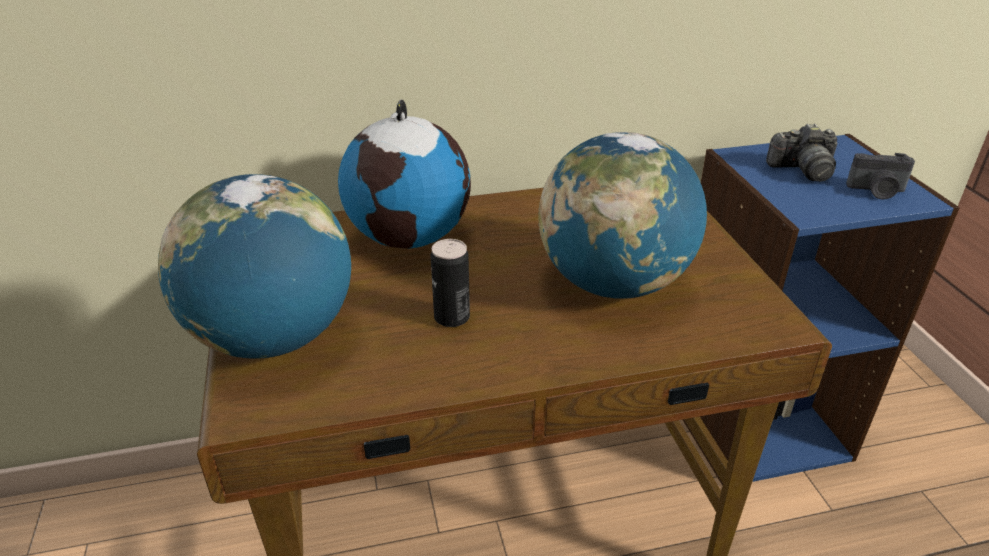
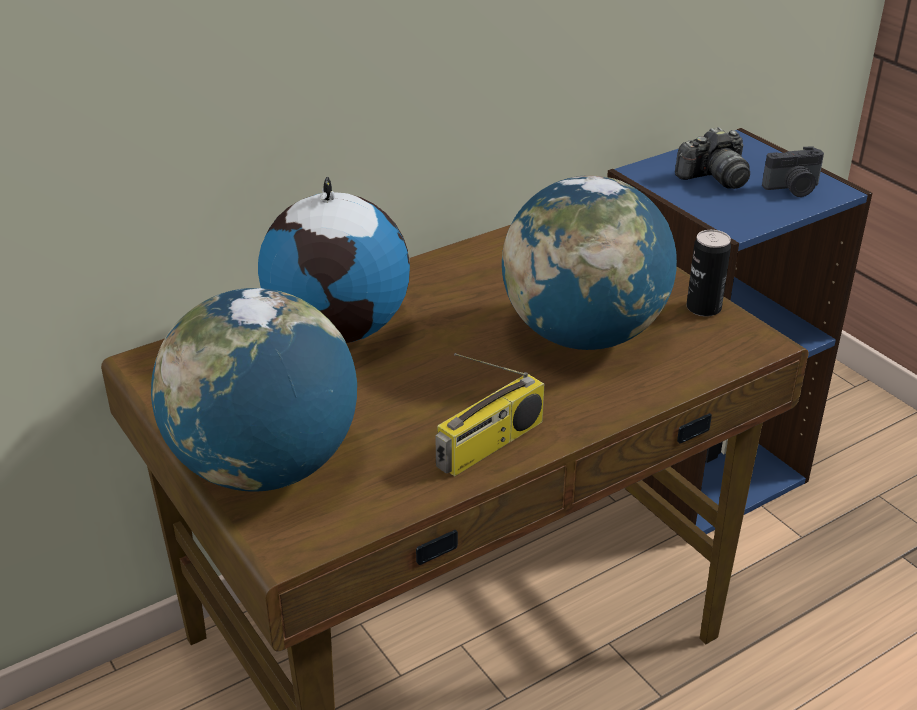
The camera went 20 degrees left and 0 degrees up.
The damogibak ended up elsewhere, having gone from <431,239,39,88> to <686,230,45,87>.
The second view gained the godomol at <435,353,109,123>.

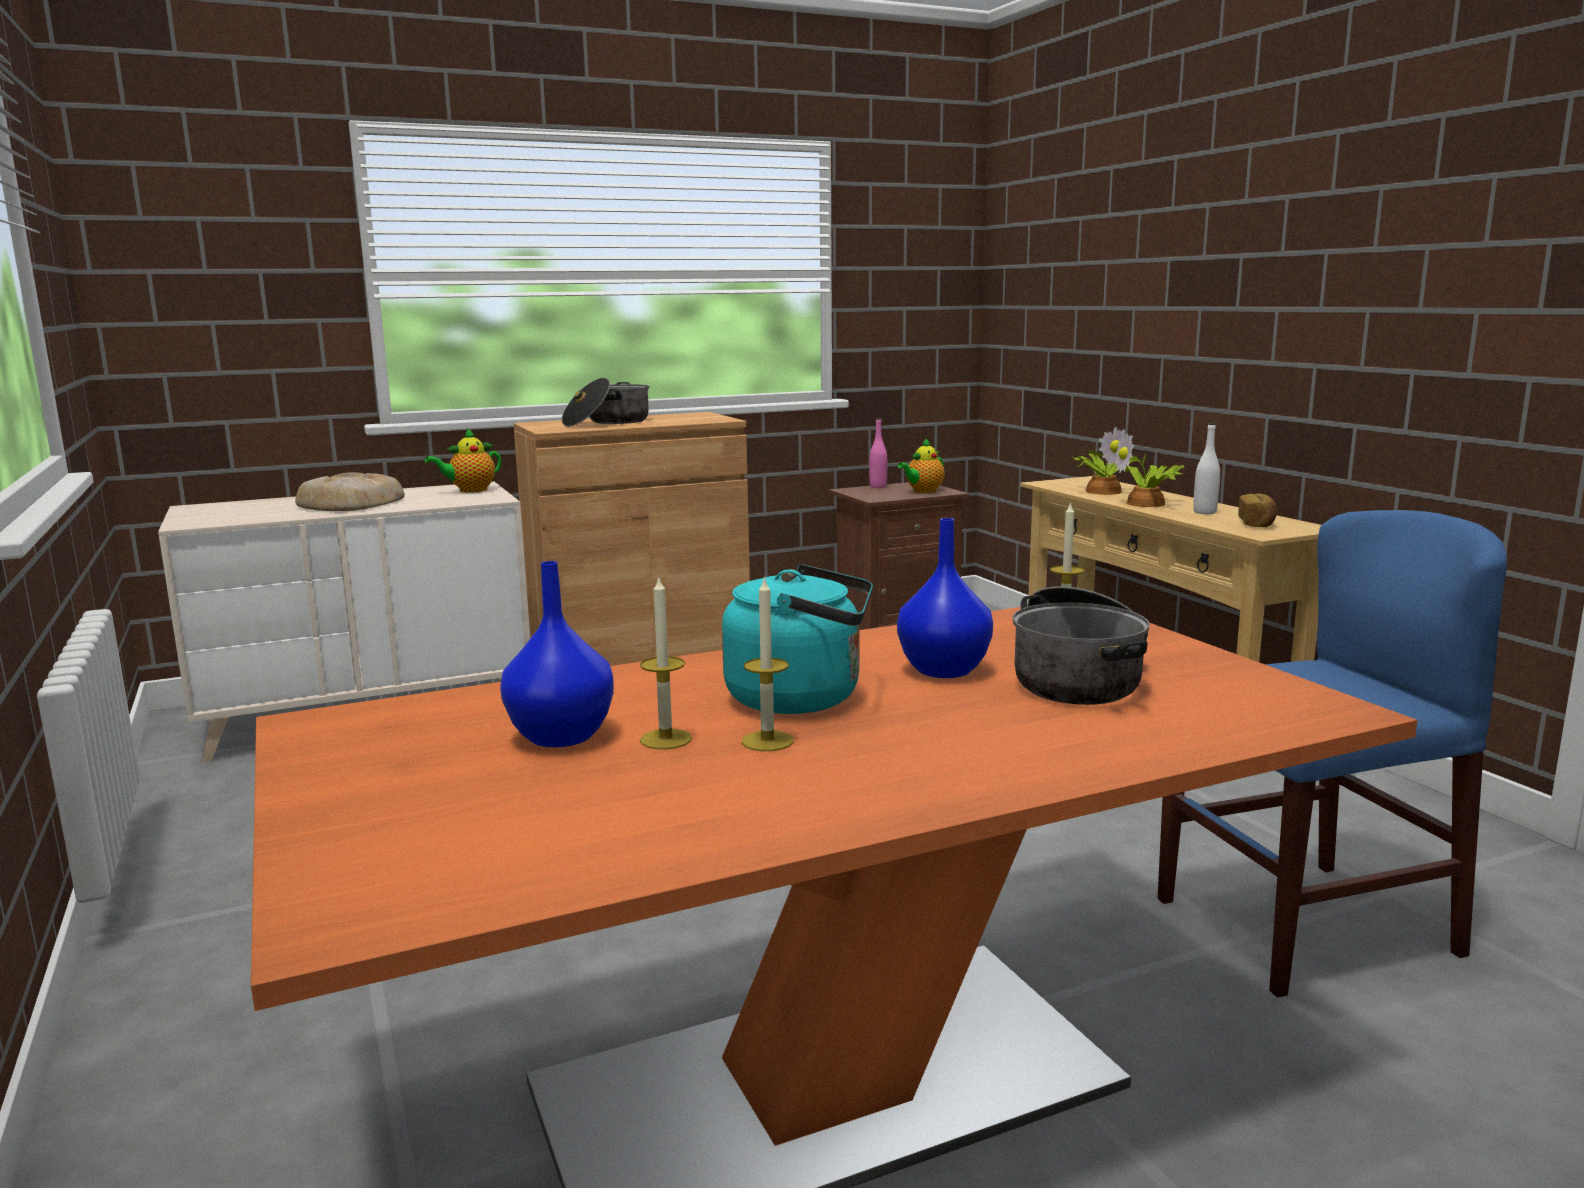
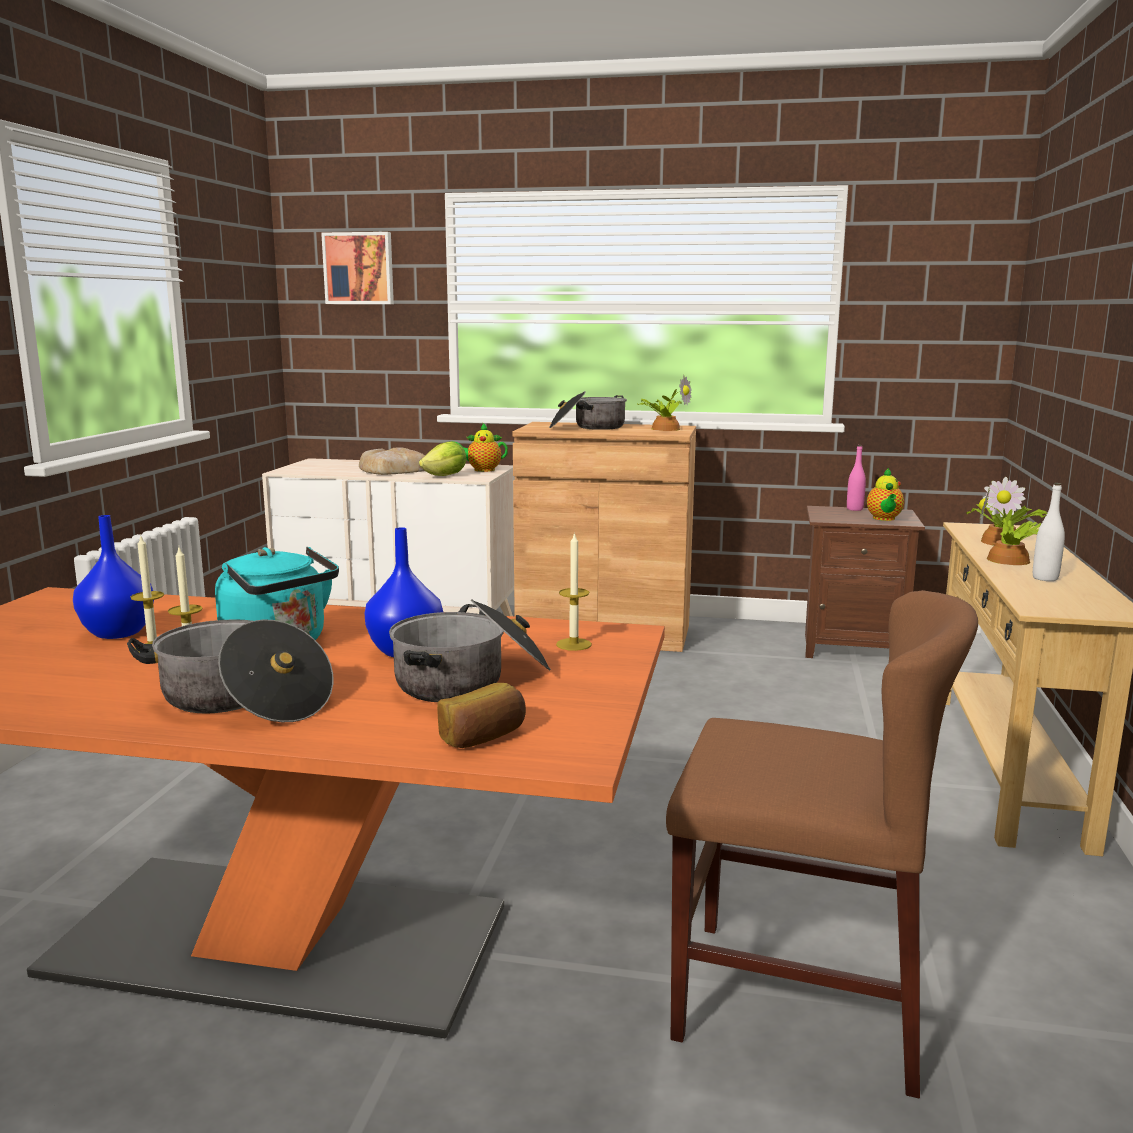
The camera went 35 degrees right and 0 degrees up.
The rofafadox at <898,438,47,55> ended up facing another way, 75 degrees counterclockwise from before.
The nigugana ended up elsewhere, having gone from <1238,494,39,33> to <437,683,89,65>.
What was the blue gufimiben at <1158,510,349,488> turned into the brown gufimiben at <666,590,312,508>.
The second view gained the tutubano at <321,232,73,72>.
The second view gained the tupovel at <637,375,55,56>.
The second view gained the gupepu at <419,441,48,35>.
The second view gained the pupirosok at <127,619,206,103>.

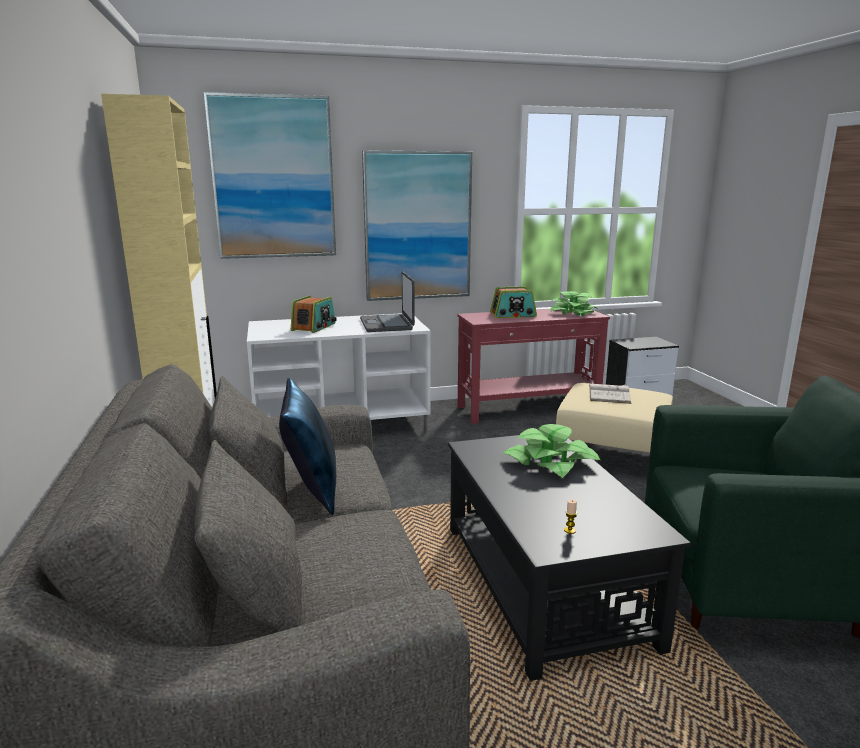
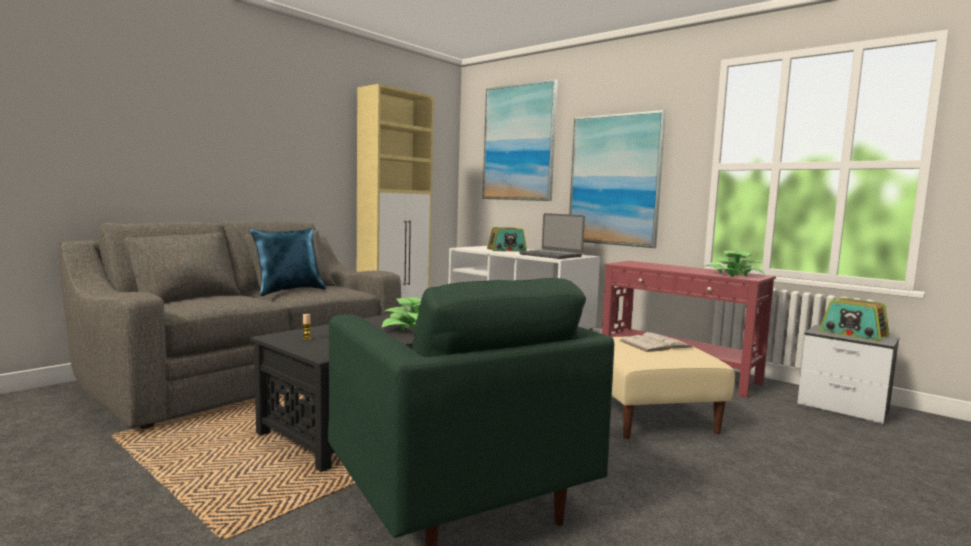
The camera went 55 degrees right and 10 degrees down.
The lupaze at <360,271,55,61> ended up facing another way, 90 degrees counterclockwise from before.
The godomol ended up elsewhere, having gone from <490,287,47,31> to <820,298,69,43>.

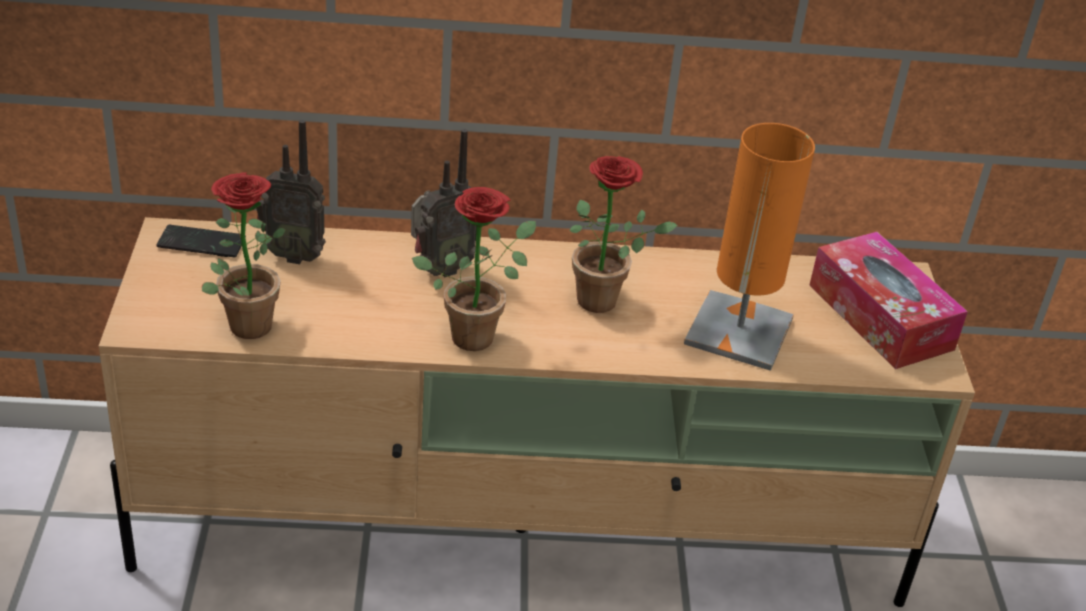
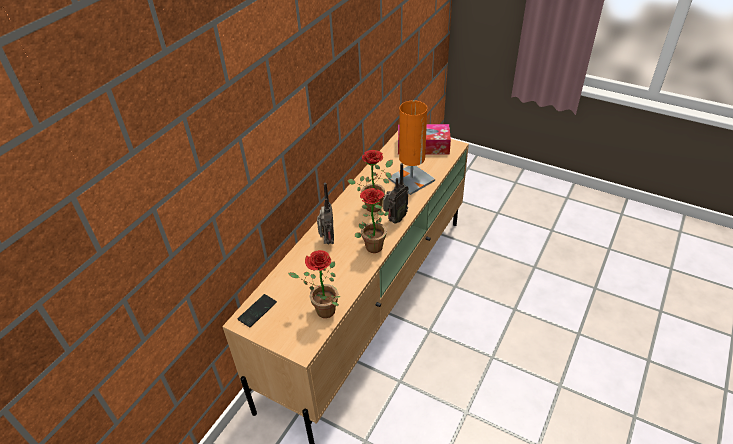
The camera went 55 degrees left and 5 degrees up.
The godomol ended up elsewhere, having gone from <256,120,70,144> to <383,163,25,61>.

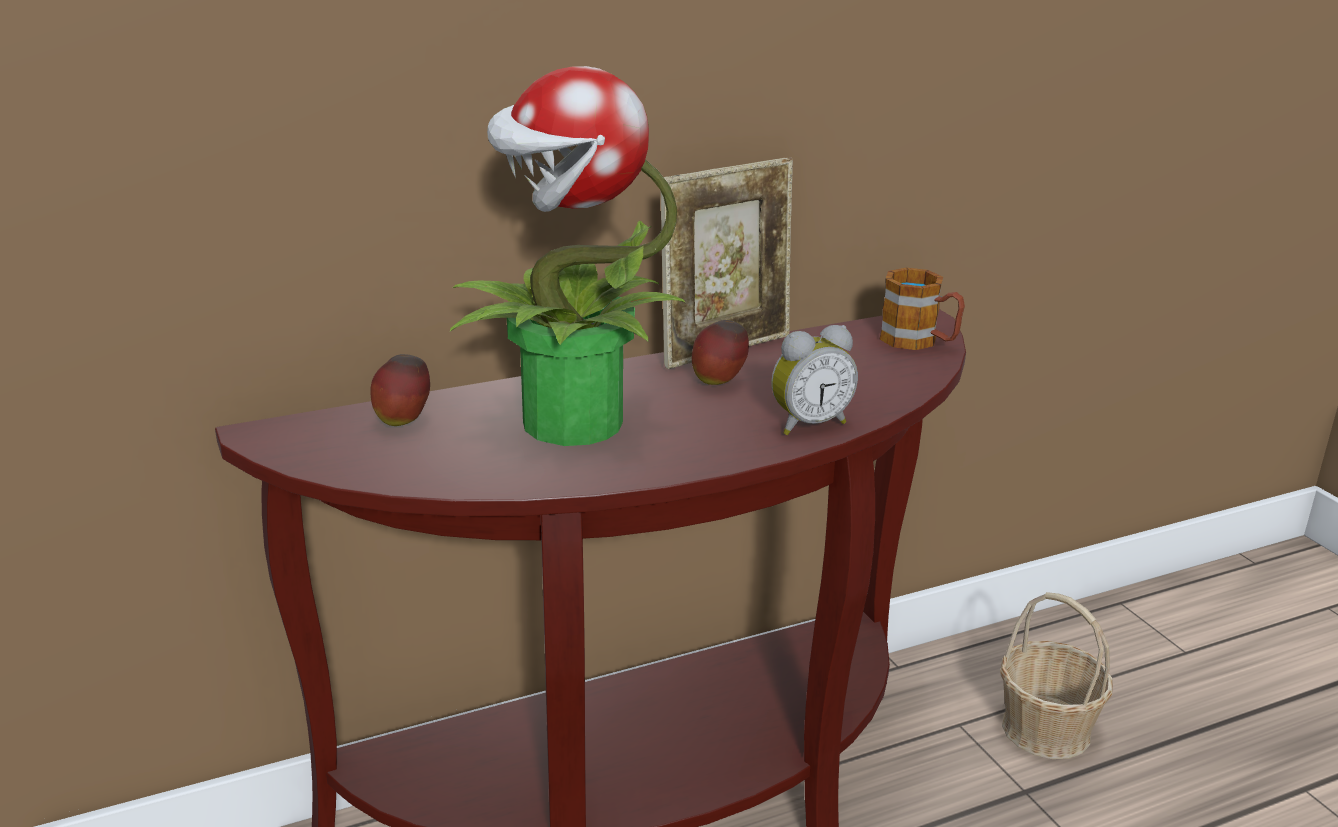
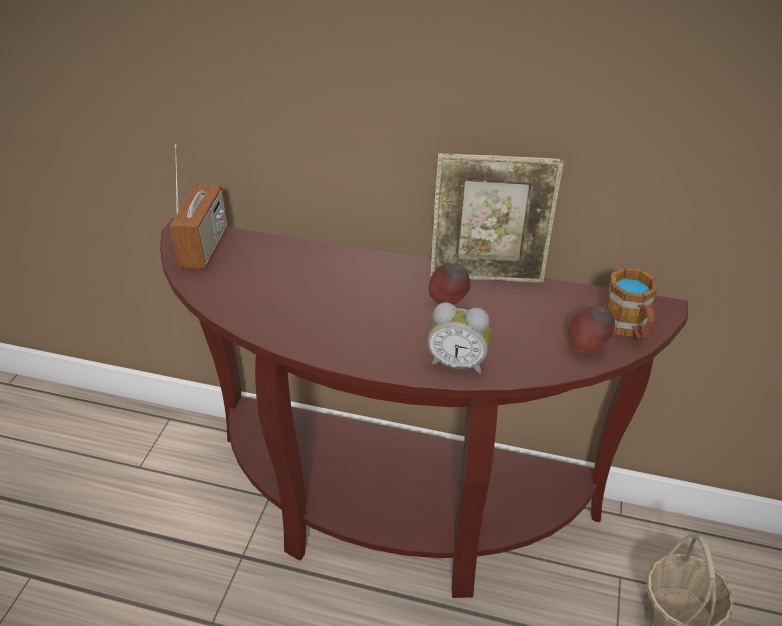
The camera went 40 degrees right and 15 degrees up.
The second view lost the tupovel at <450,66,236,380>.
The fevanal ended up elsewhere, having gone from <370,354,60,72> to <568,306,47,47>.
The second view gained the godomol at <170,144,58,125>.

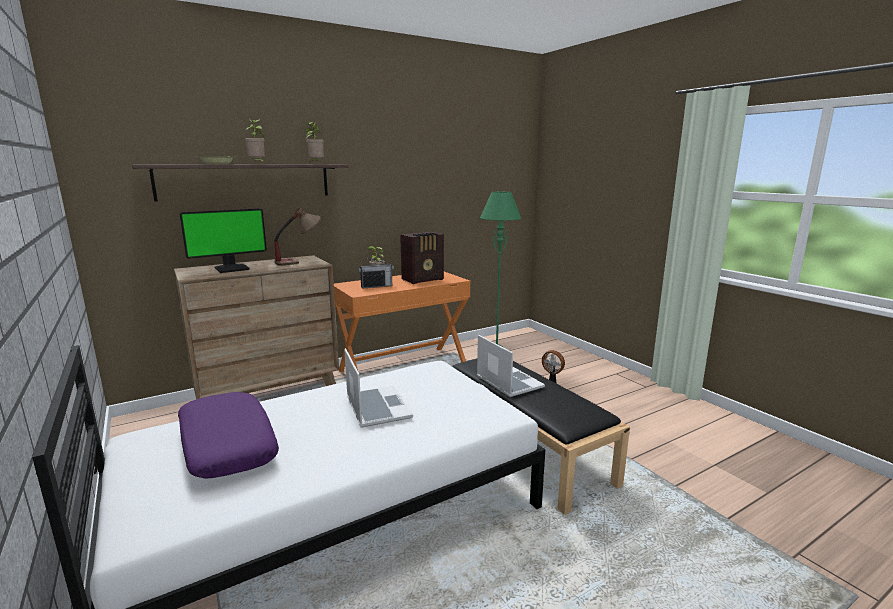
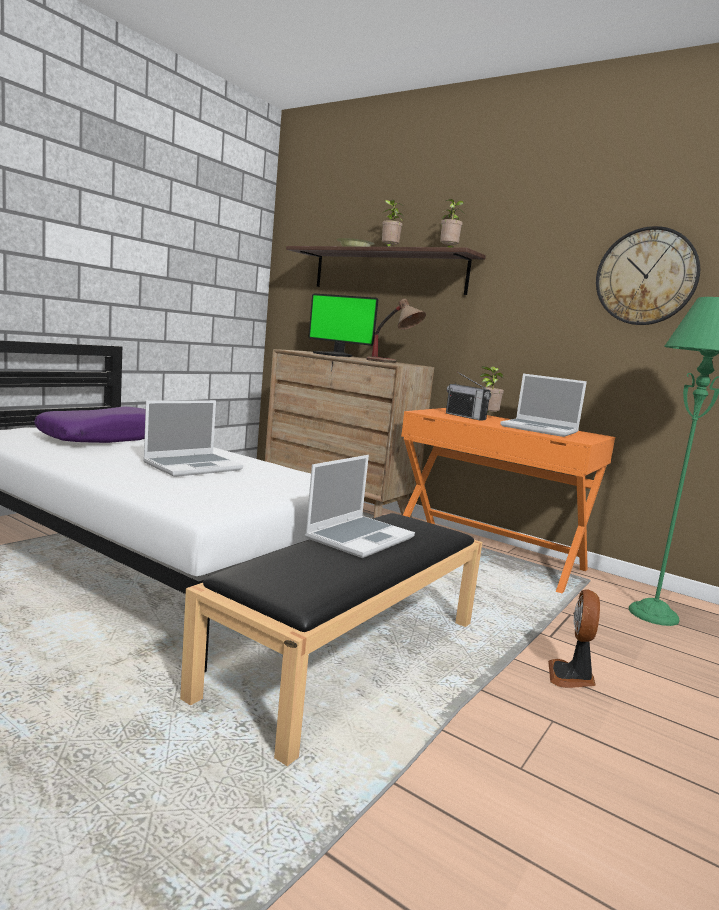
The camera went 65 degrees right and 5 degrees down.
Where the godomol stood at <400,232,44,52>, the lupaze came to stand at <500,374,87,63>.
The second view gained the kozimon at <596,226,104,99>.

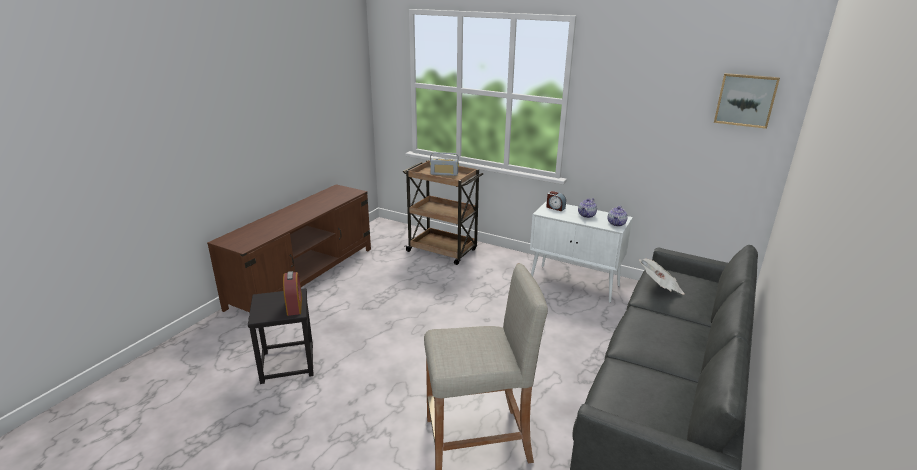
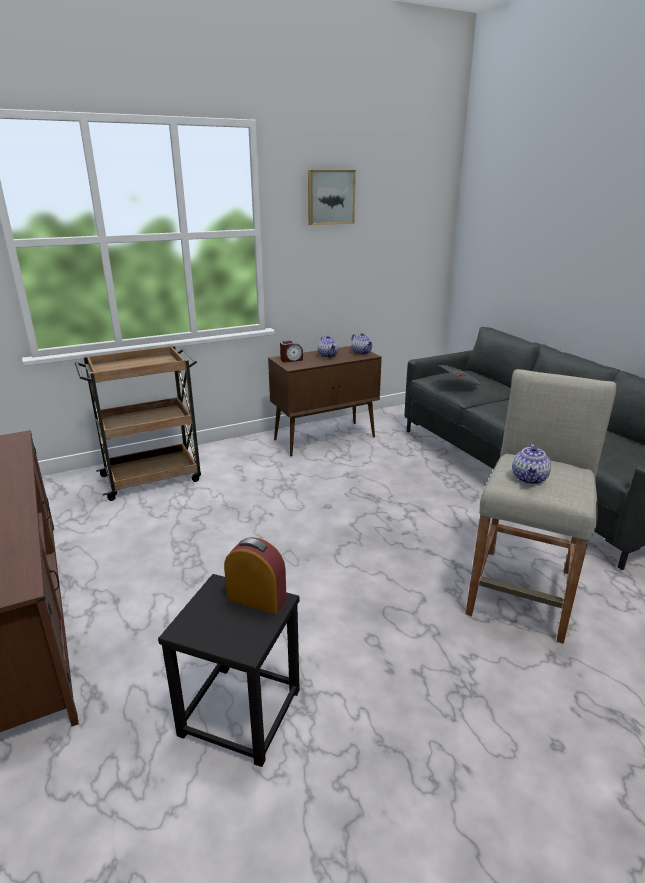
The camera went 55 degrees left and 0 degrees up.
The tutubano ended up elsewhere, having gone from <714,73,66,56> to <308,170,48,55>.
The second view lost the godomol at <430,152,29,24>.
What was the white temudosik at <530,201,103,102> turned into the brown temudosik at <268,346,114,110>.
The second view gained the rofafadox at <512,443,39,41>.

